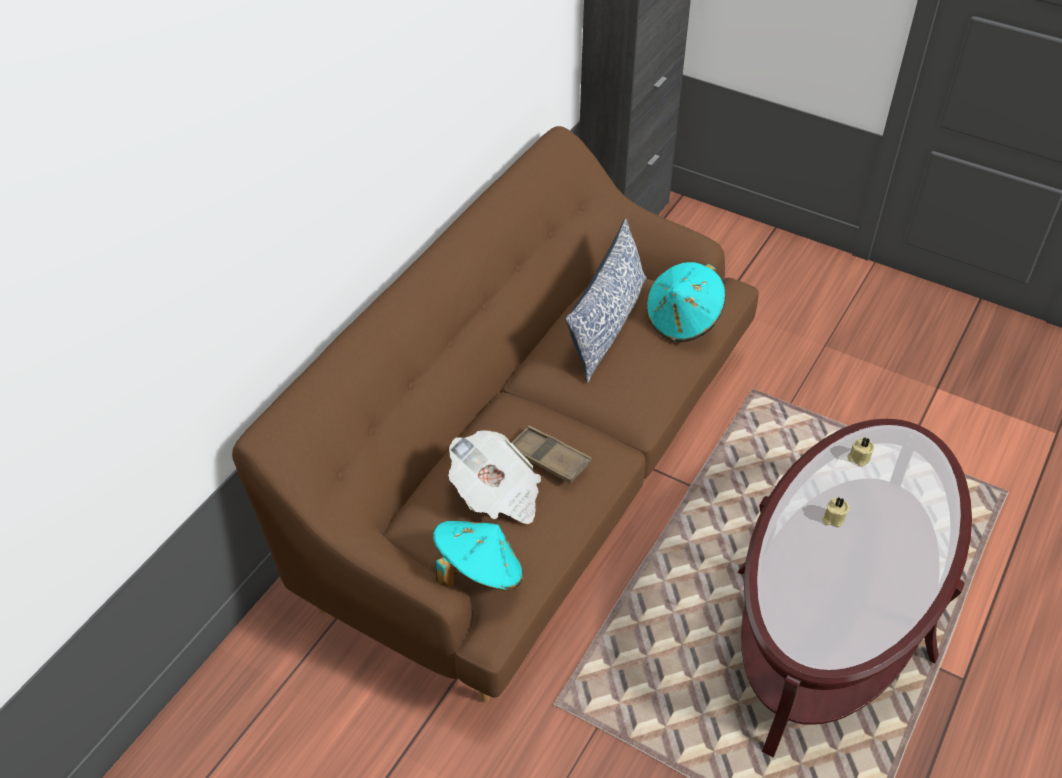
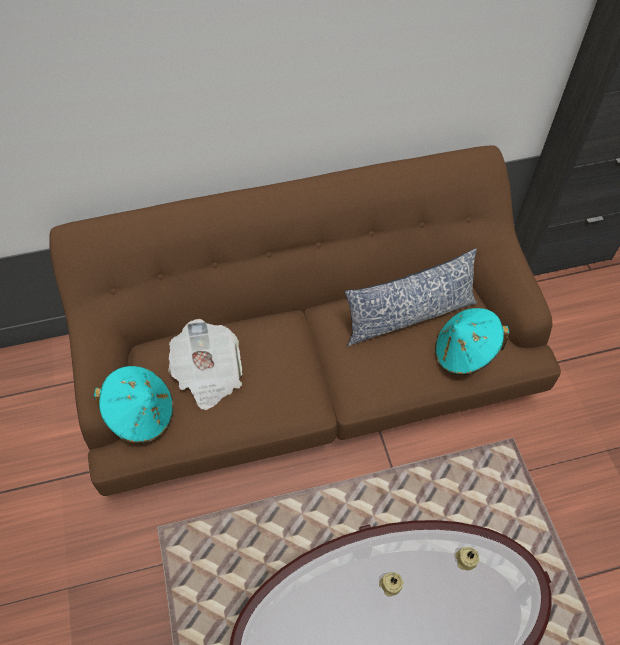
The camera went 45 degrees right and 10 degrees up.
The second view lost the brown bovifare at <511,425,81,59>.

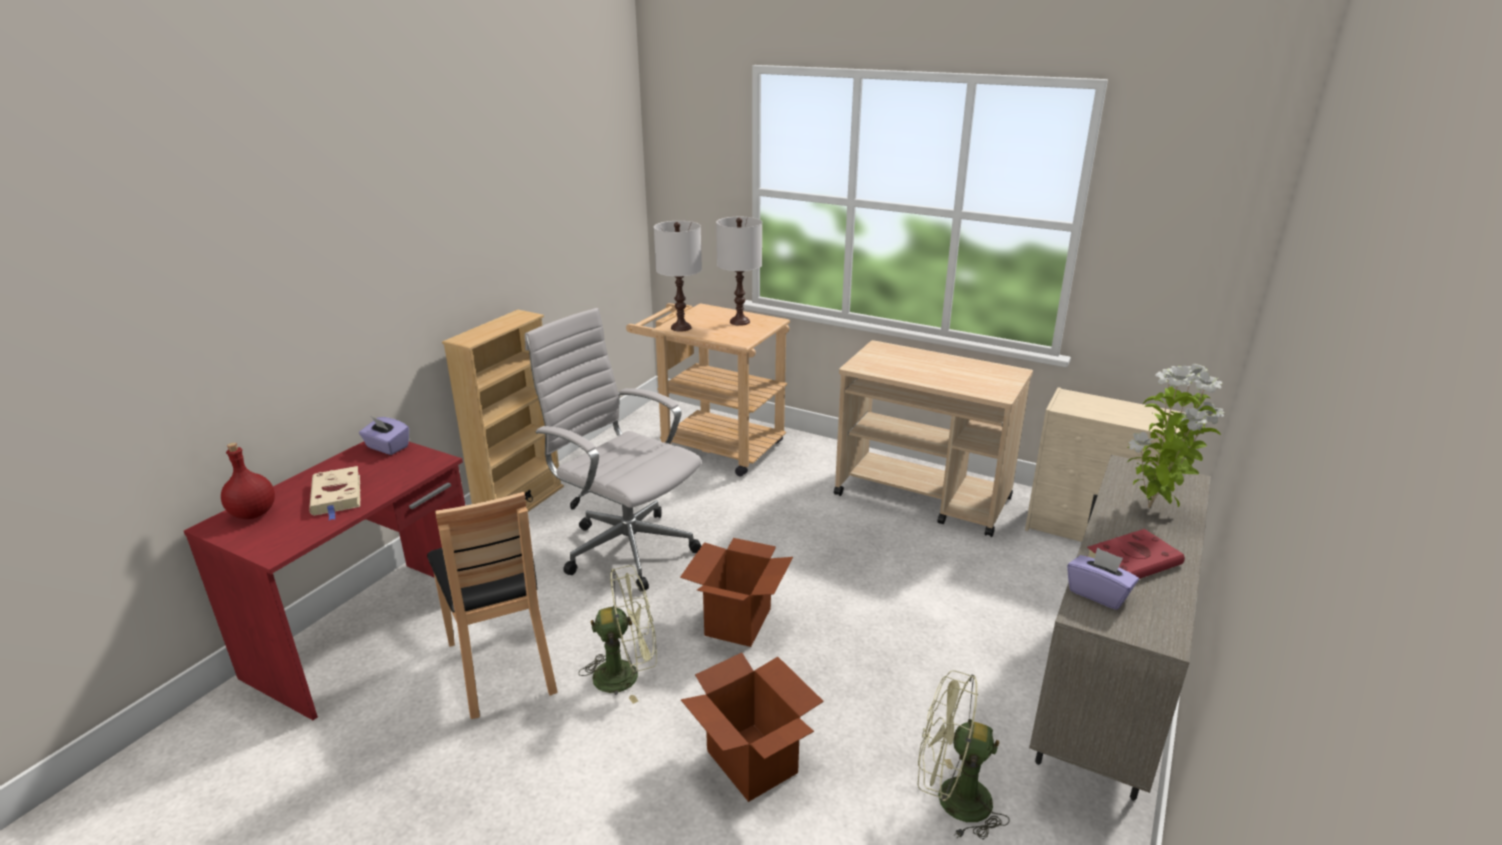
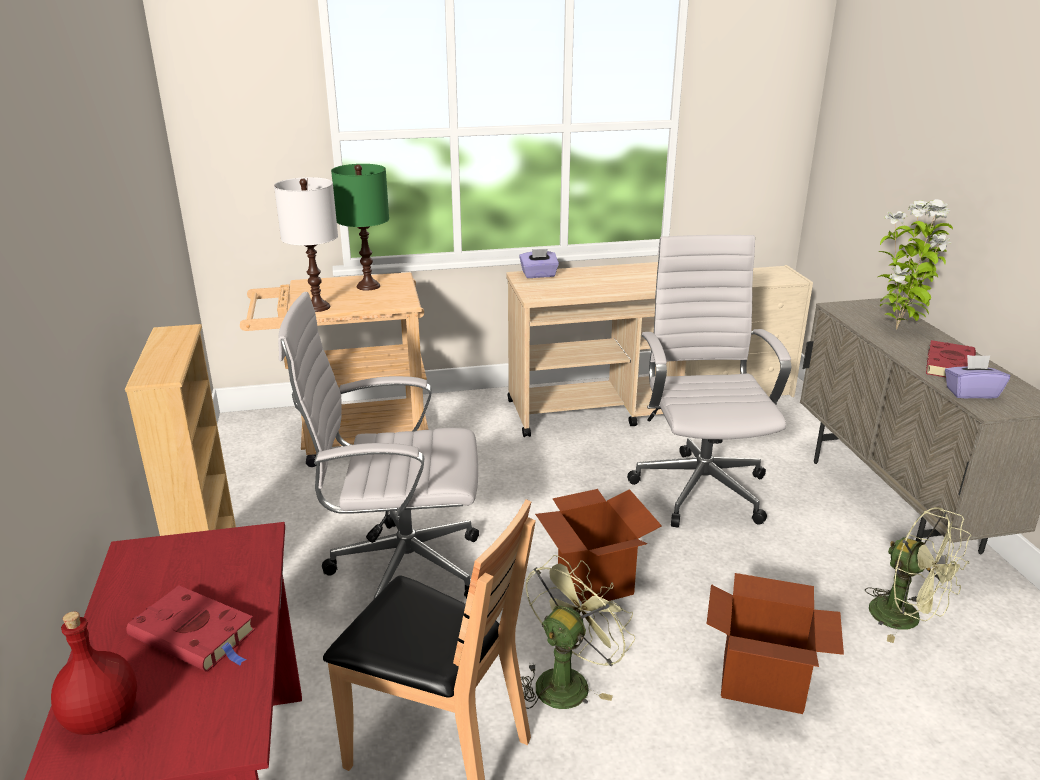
The camera went 40 degrees left and 0 degrees up.
What was the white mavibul at <716,217,46,109> turned into the green mavibul at <331,164,58,127>.
The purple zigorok ended up elsewhere, having gone from <359,417,50,38> to <519,249,40,29>.
What was the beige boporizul at <309,466,52,54> turned into the red boporizul at <126,585,129,87>.
The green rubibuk at <917,670,93,170> ended up facing another way, 105 degrees counterclockwise from before.
The second view gained the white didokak at <627,235,164,293>.

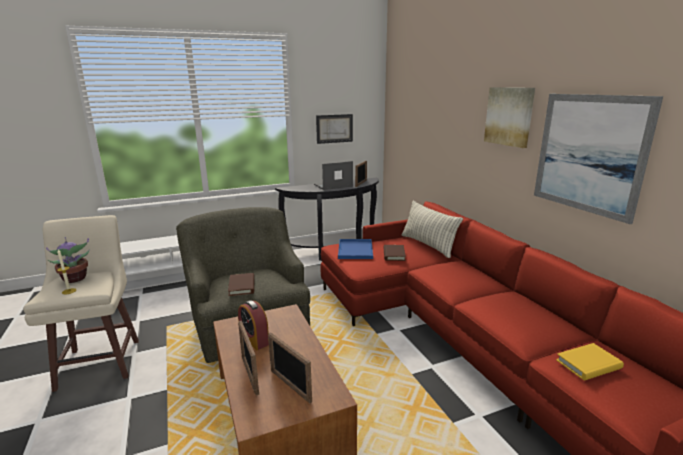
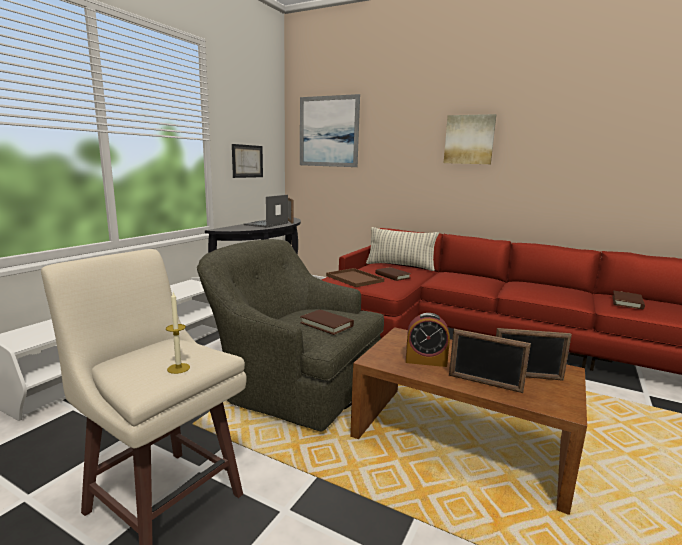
The camera went 40 degrees left and 5 degrees down.
The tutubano ended up elsewhere, having gone from <534,94,129,130> to <300,94,60,73>.
The second view lost the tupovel at <46,237,44,46>.
What was the blue bovifare at <338,239,35,20> turned into the brown bovifare at <326,268,58,19>.
What was the yellow boporizul at <556,343,68,38> turned into the brown boporizul at <612,291,33,18>.

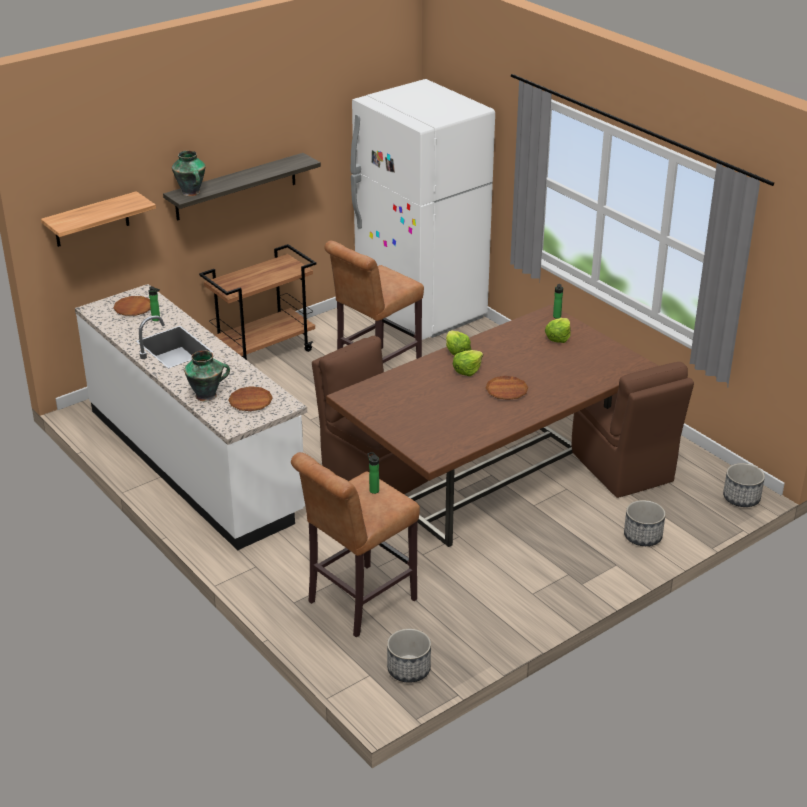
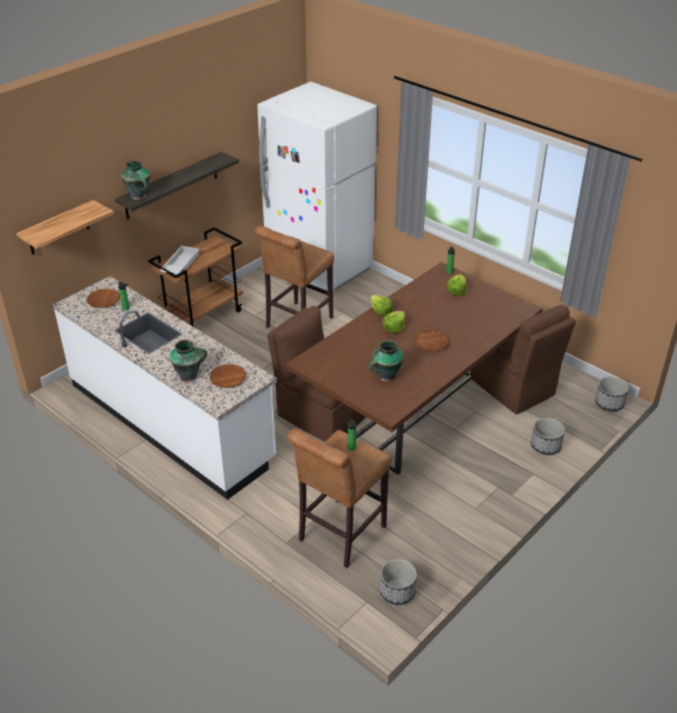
The camera went 10 degrees left and 5 degrees up.
The second view gained the white bovifare at <159,245,40,30>.
The second view gained the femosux at <369,340,35,42>.

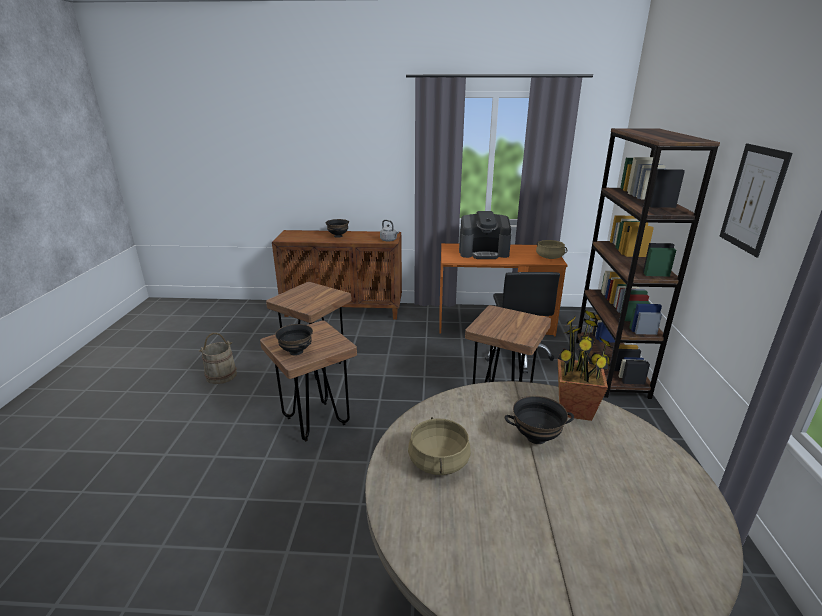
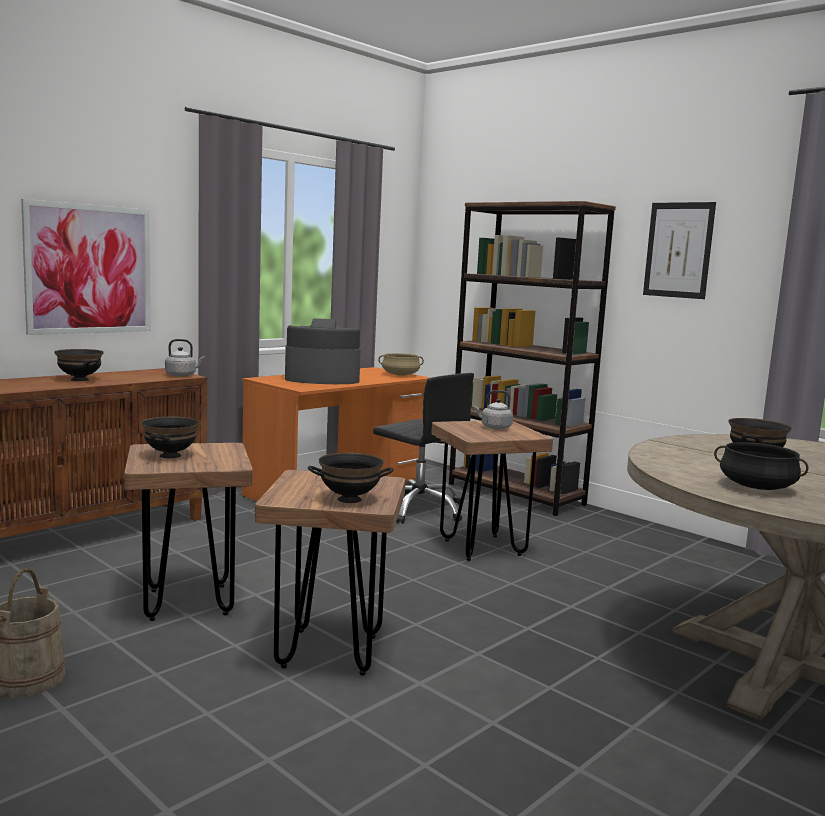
The camera went 50 degrees left and 15 degrees down.
The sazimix at <459,211,52,48> ended up facing another way, 135 degrees counterclockwise from before.
The second view lost the tupovel at <557,309,56,112>.
What was the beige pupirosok at <408,417,63,58> turned into the black pupirosok at <714,442,95,48>.
The second view gained the tutubano at <21,199,130,136>.
The second view gained the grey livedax at <474,390,39,40>.
The second view gained the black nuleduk at <141,417,58,41>.

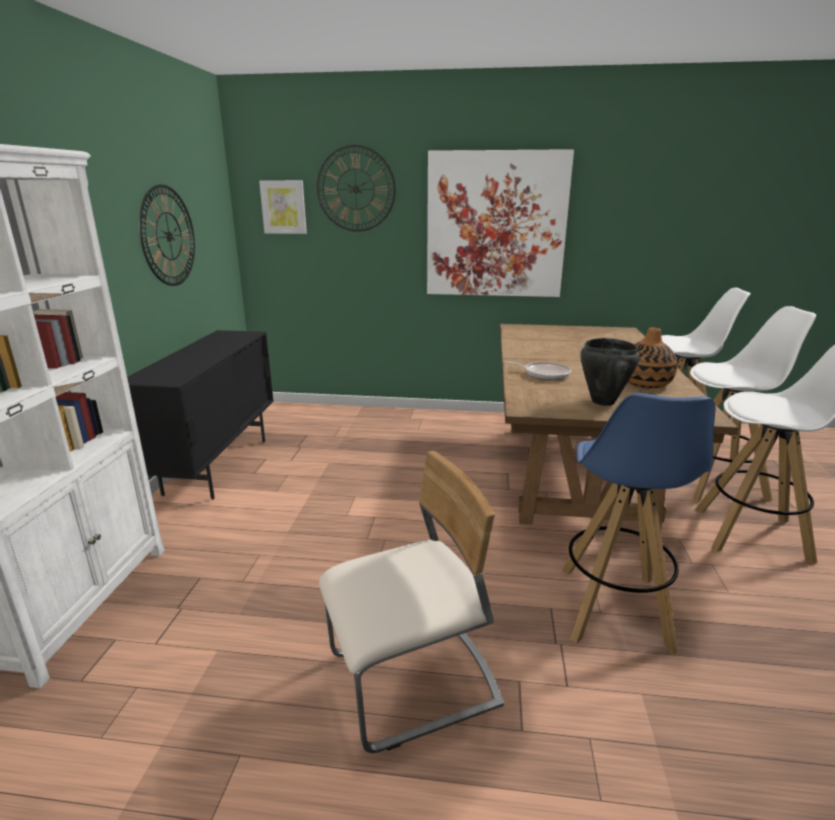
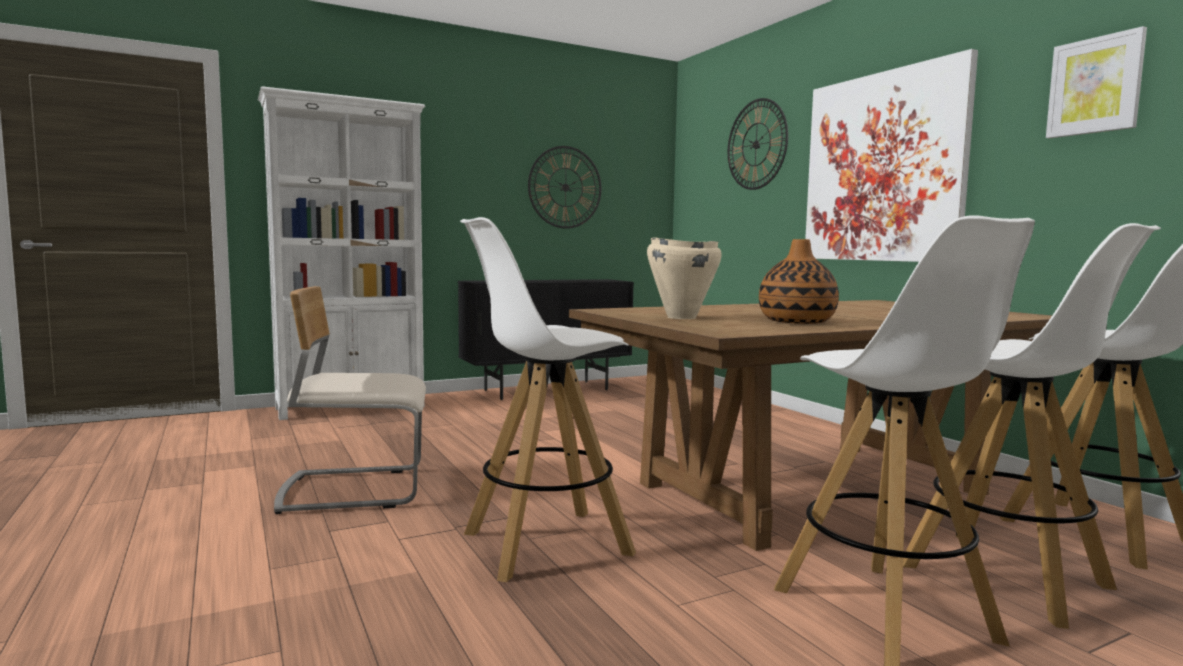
The camera went 55 degrees right and 15 degrees down.
The tutubano ended up elsewhere, having gone from <259,180,48,54> to <1046,26,101,113>.
What was the black pupirosok at <580,338,60,68> turned into the beige pupirosok at <647,237,75,82>.
The second view lost the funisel at <504,361,67,19>.
What was the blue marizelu at <562,393,154,262> turned into the white marizelu at <460,217,176,365>.
The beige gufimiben at <319,451,185,302> ended up facing another way, 135 degrees clockwise from before.

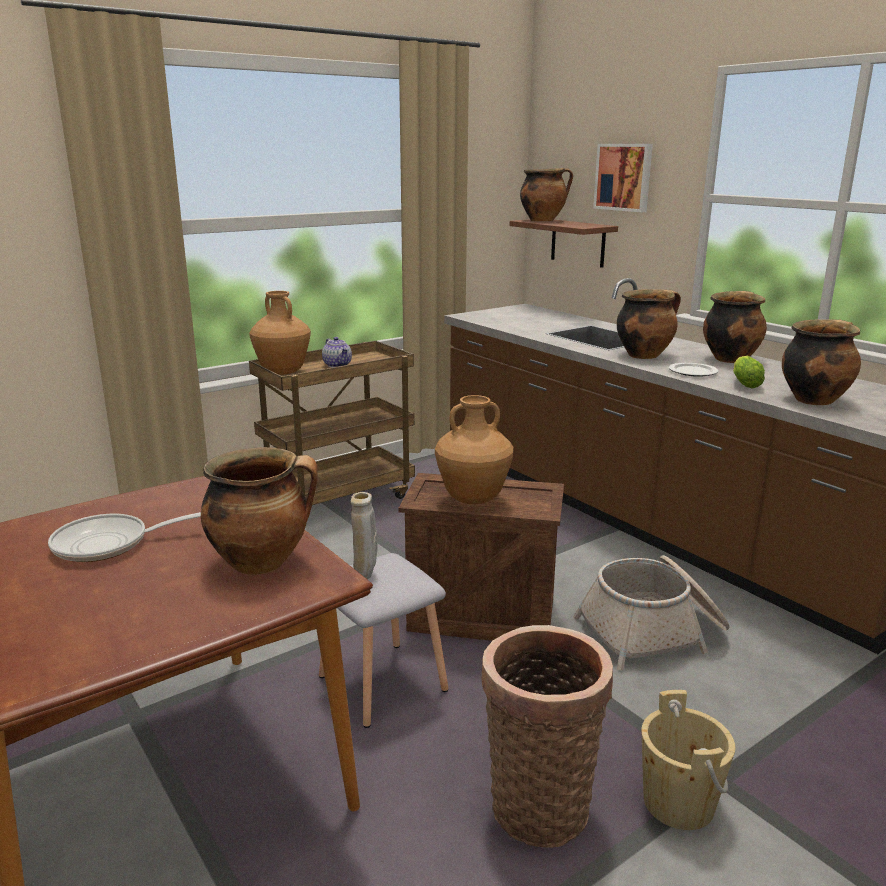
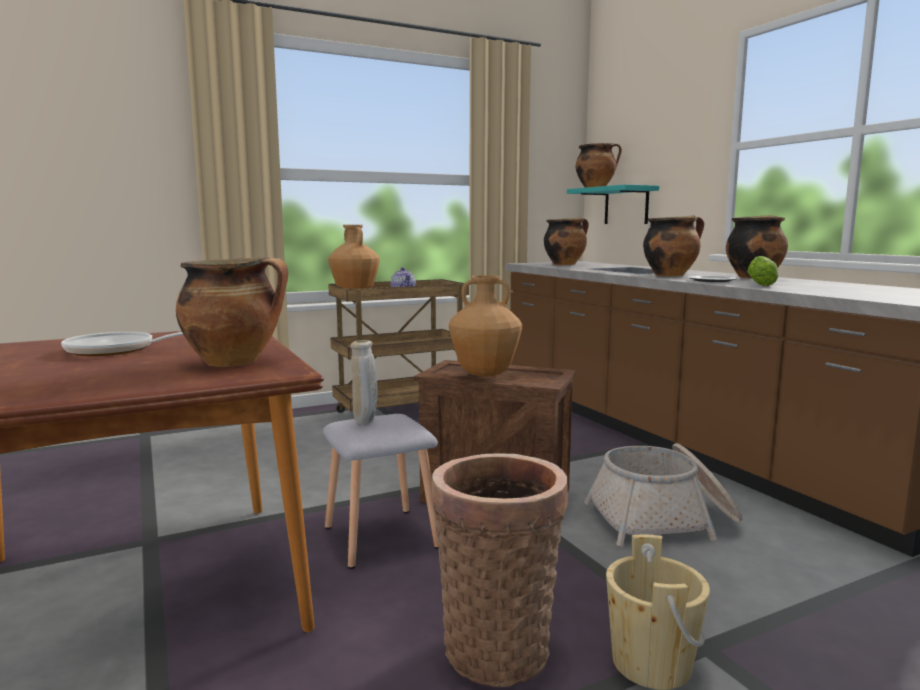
The camera went 10 degrees right and 10 degrees down.
The second view lost the tutubano at <593,144,60,68>.
What was the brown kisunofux at <510,219,108,49> turned into the turquoise kisunofux at <567,184,92,40>.
The pupirosok ended up elsewhere, having gone from <782,319,79,86> to <544,218,45,47>.

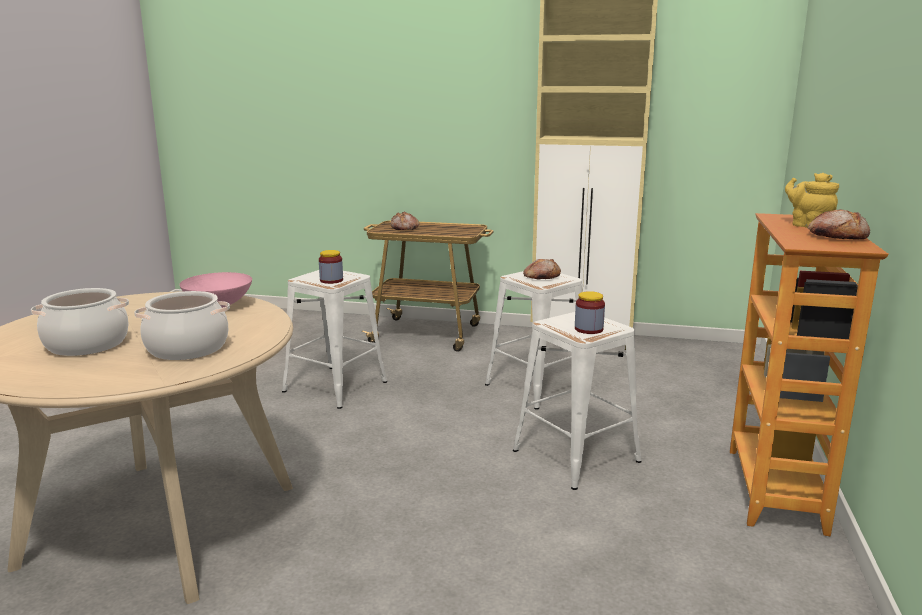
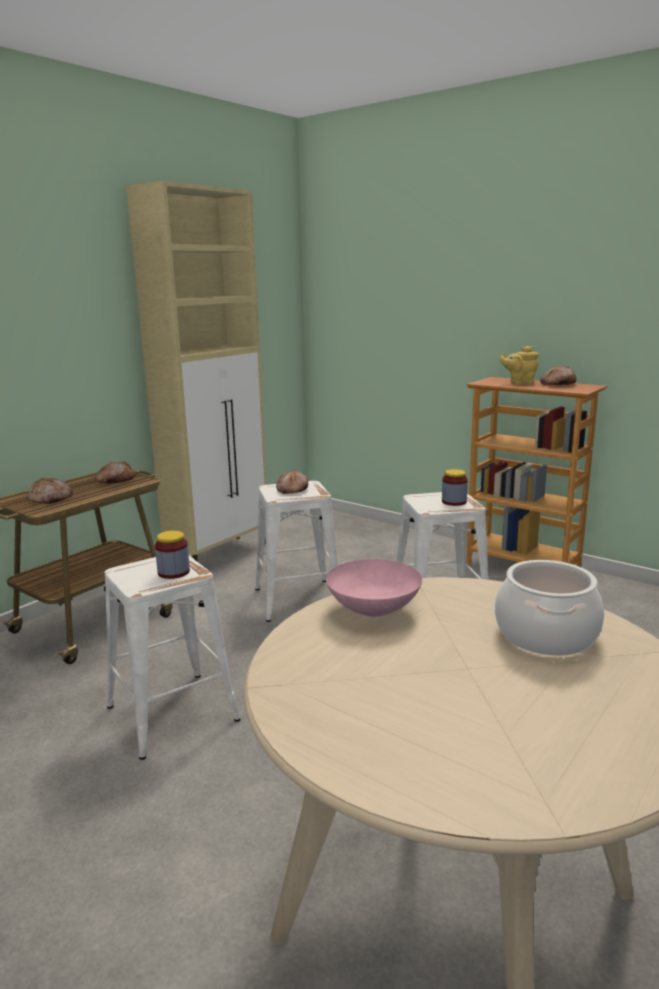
The camera went 65 degrees left and 0 degrees up.
The second view lost the pupirosok at <31,288,98,68>.
The second view gained the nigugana at <95,461,41,23>.

